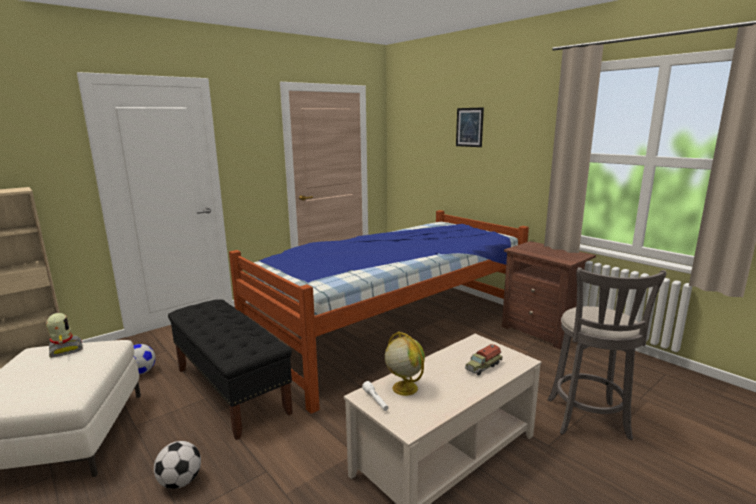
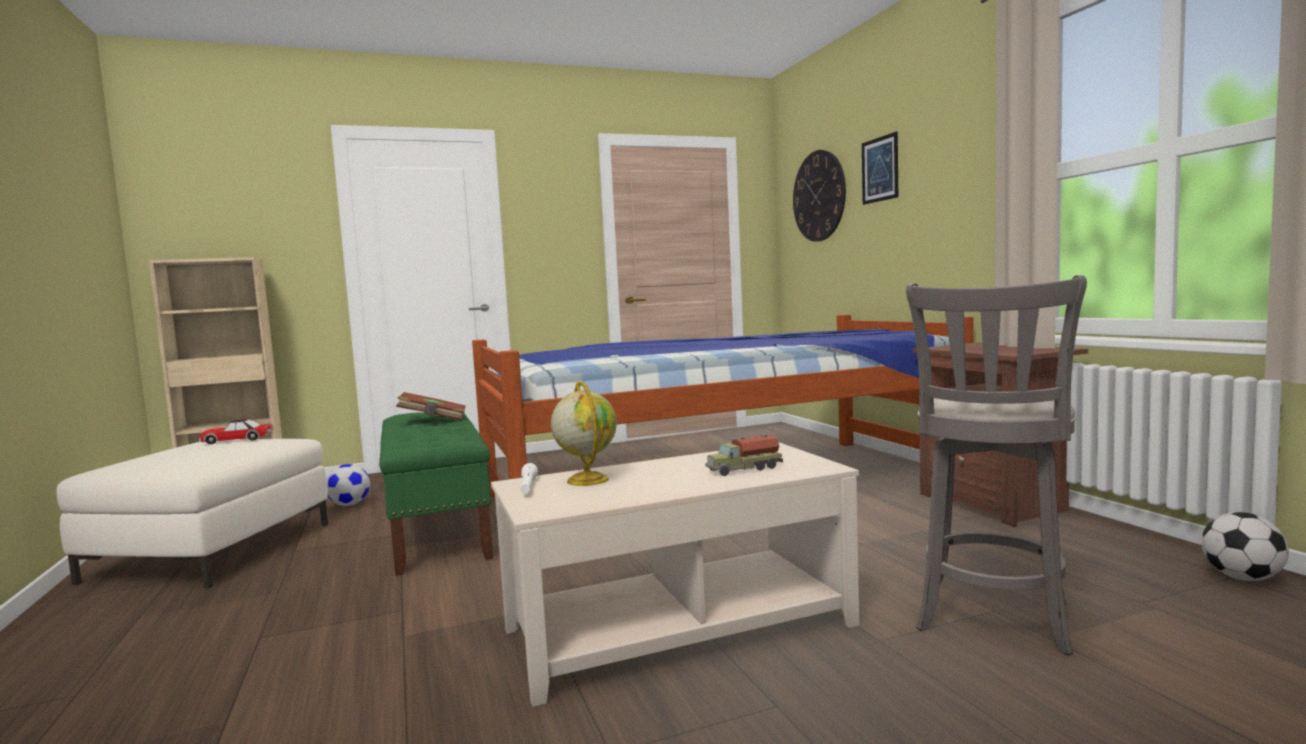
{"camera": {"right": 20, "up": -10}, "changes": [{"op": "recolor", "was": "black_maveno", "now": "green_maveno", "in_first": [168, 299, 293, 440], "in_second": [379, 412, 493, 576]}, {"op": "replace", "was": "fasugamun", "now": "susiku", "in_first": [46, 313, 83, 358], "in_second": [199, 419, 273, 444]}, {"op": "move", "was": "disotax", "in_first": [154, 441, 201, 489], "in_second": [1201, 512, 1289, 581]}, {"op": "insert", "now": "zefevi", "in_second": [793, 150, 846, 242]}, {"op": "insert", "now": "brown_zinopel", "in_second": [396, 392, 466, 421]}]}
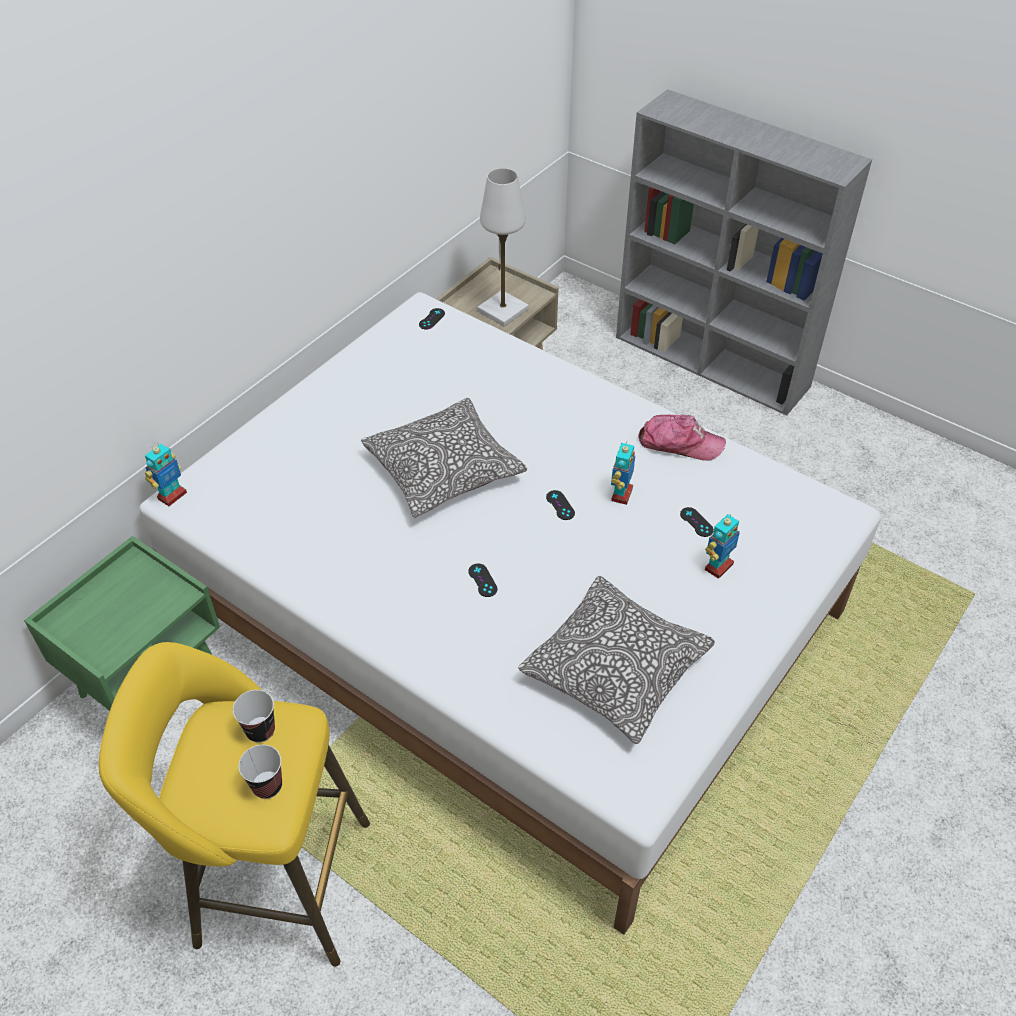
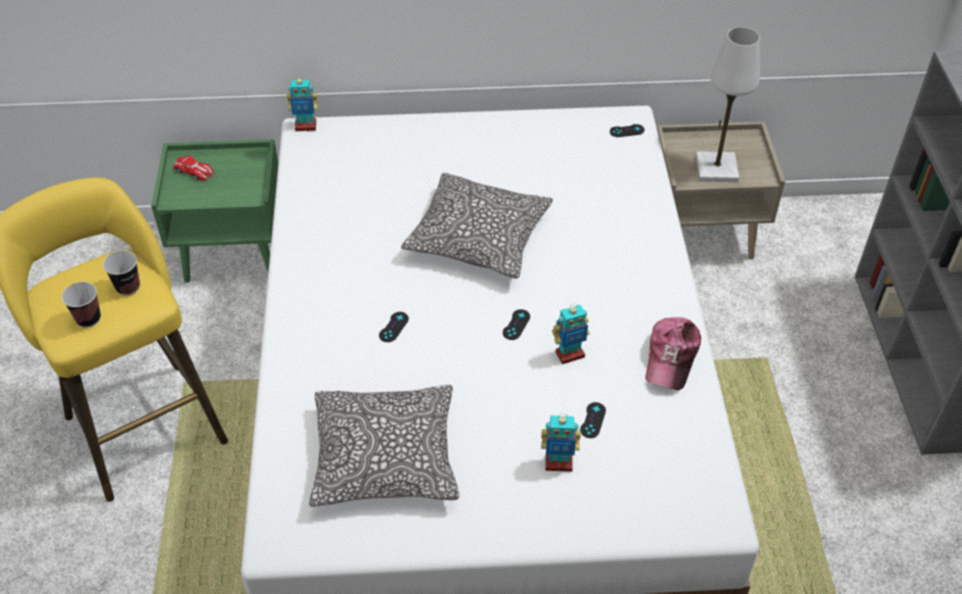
{"camera": {"right": 50, "up": 0}, "changes": [{"op": "rotate", "was": "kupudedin", "in_first": [638, 415, 726, 461], "in_second": [646, 317, 701, 390], "clockwise": 45}, {"op": "insert", "now": "susiku", "in_second": [172, 156, 214, 181]}]}
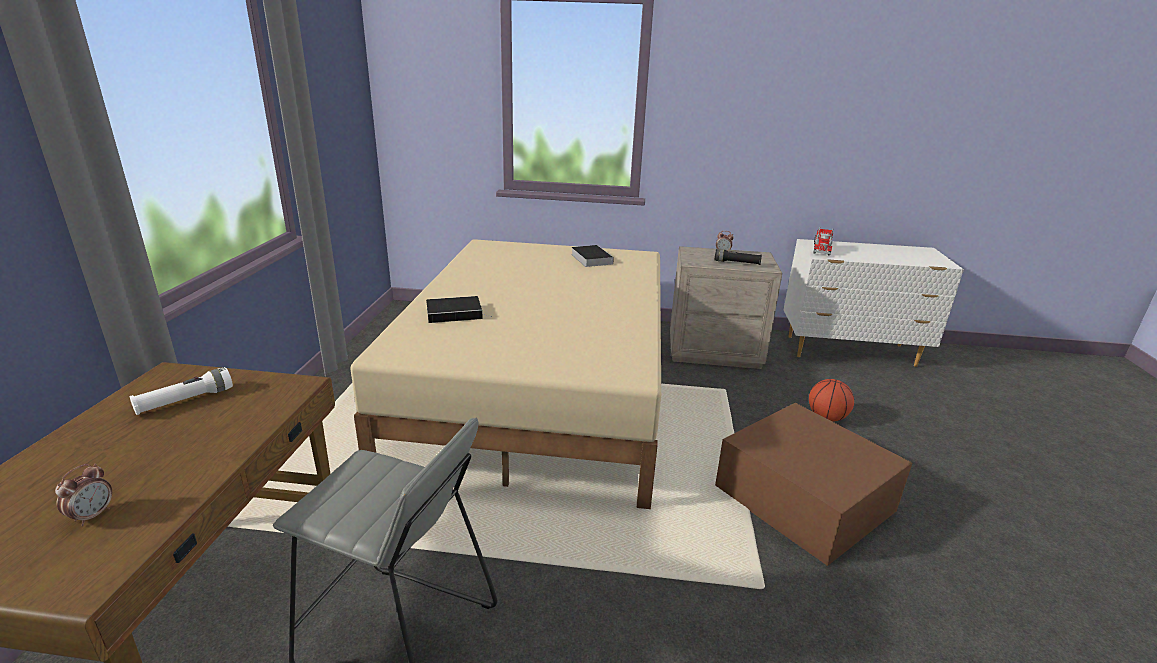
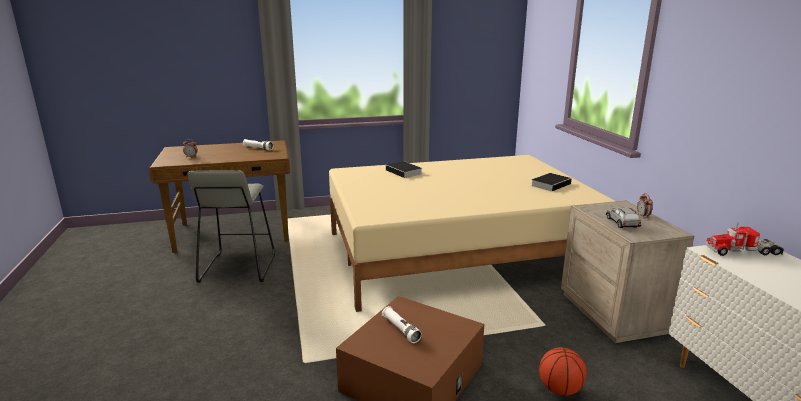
{"camera": {"right": 70, "up": -5}, "changes": [{"op": "replace", "was": "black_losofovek", "now": "grey_susiku", "in_first": [714, 249, 762, 265], "in_second": [606, 208, 641, 228]}, {"op": "insert", "now": "white_losofovek", "in_second": [382, 306, 422, 343]}]}
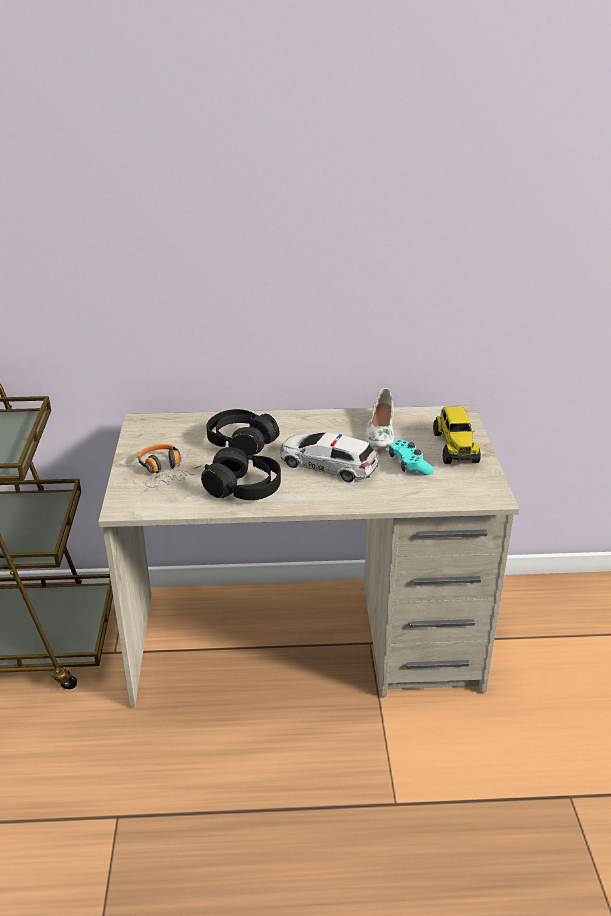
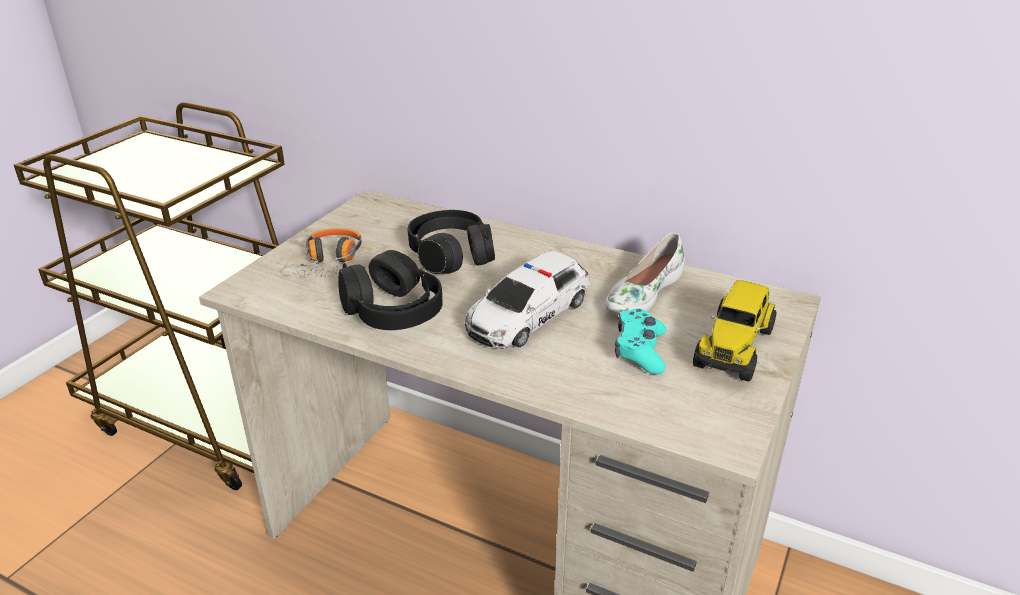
{"camera": {"right": 30, "up": 0}, "changes": [{"op": "rotate", "was": "susiku", "in_first": [280, 432, 379, 482], "in_second": [465, 251, 590, 349], "clockwise": -105}]}
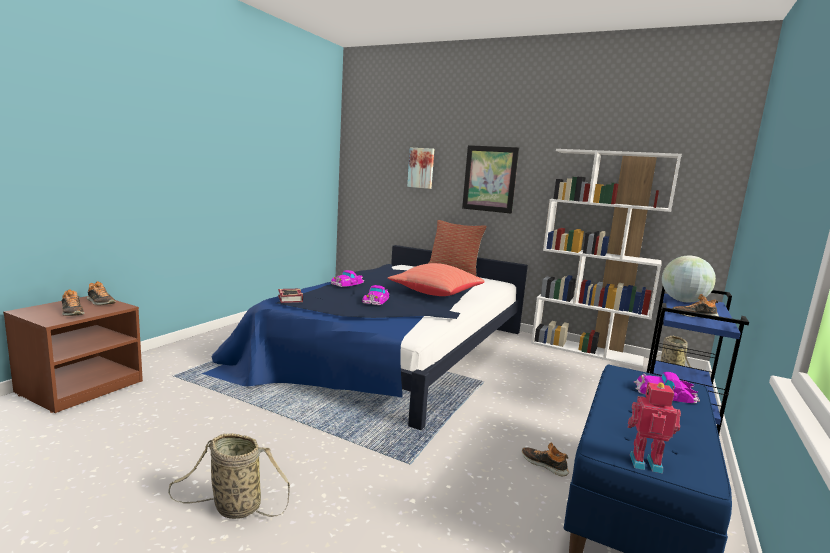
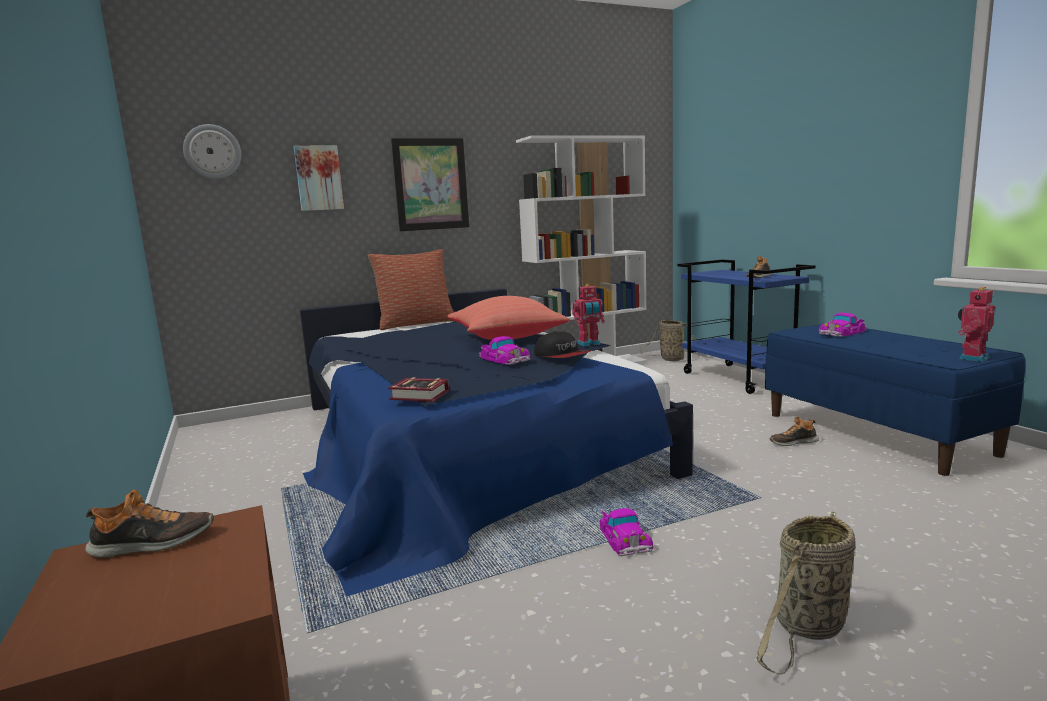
{"camera": {"right": -50, "up": 0}, "changes": [{"op": "delete", "was": "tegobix", "in_first": [662, 256, 716, 303]}, {"op": "move", "was": "susiku", "in_first": [331, 270, 364, 287], "in_second": [599, 508, 653, 556]}, {"op": "delete", "was": "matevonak", "in_first": [61, 289, 85, 316]}, {"op": "insert", "now": "zefevi", "in_second": [183, 124, 241, 179]}, {"op": "insert", "now": "fasugamun", "in_second": [572, 284, 605, 346]}, {"op": "insert", "now": "kupudedin", "in_second": [534, 331, 591, 358]}]}
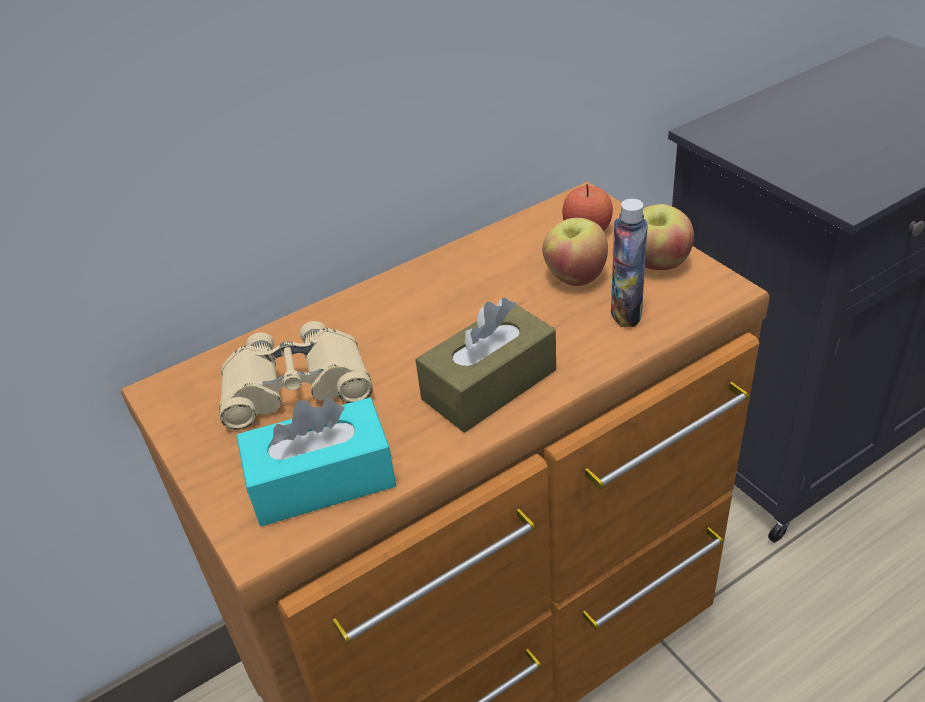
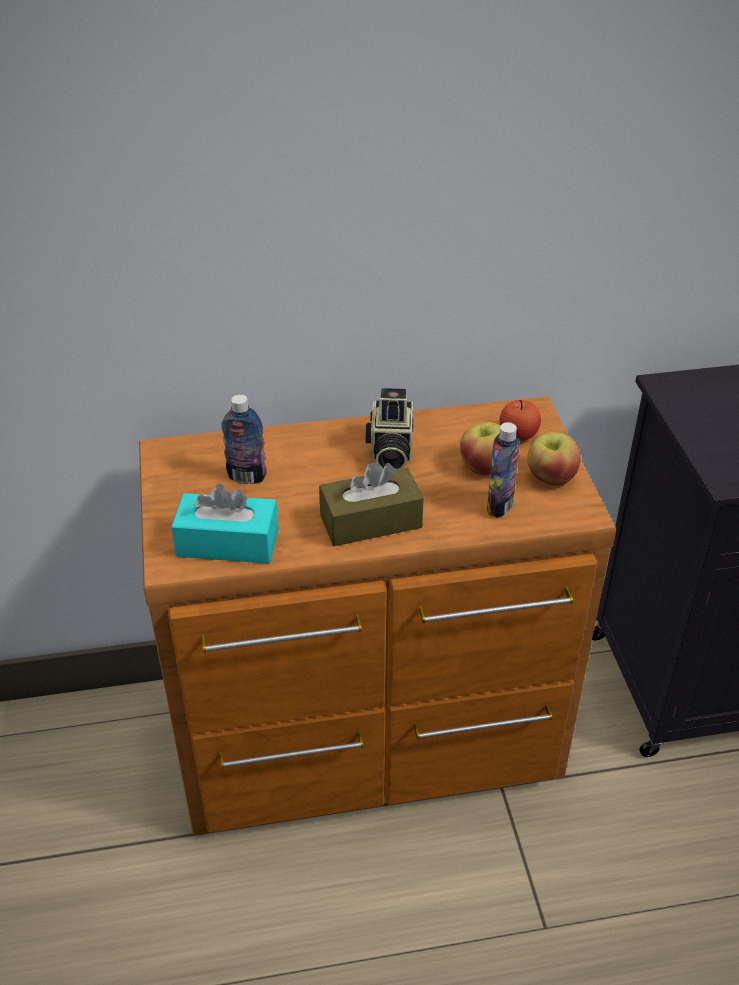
{"camera": {"right": 20, "up": 0}, "changes": [{"op": "replace", "was": "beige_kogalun", "now": "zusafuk", "in_first": [219, 321, 373, 430], "in_second": [221, 394, 267, 484]}, {"op": "insert", "now": "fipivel", "in_second": [366, 388, 414, 469]}]}
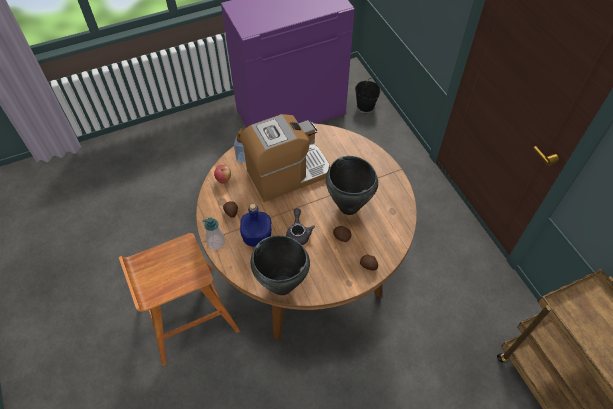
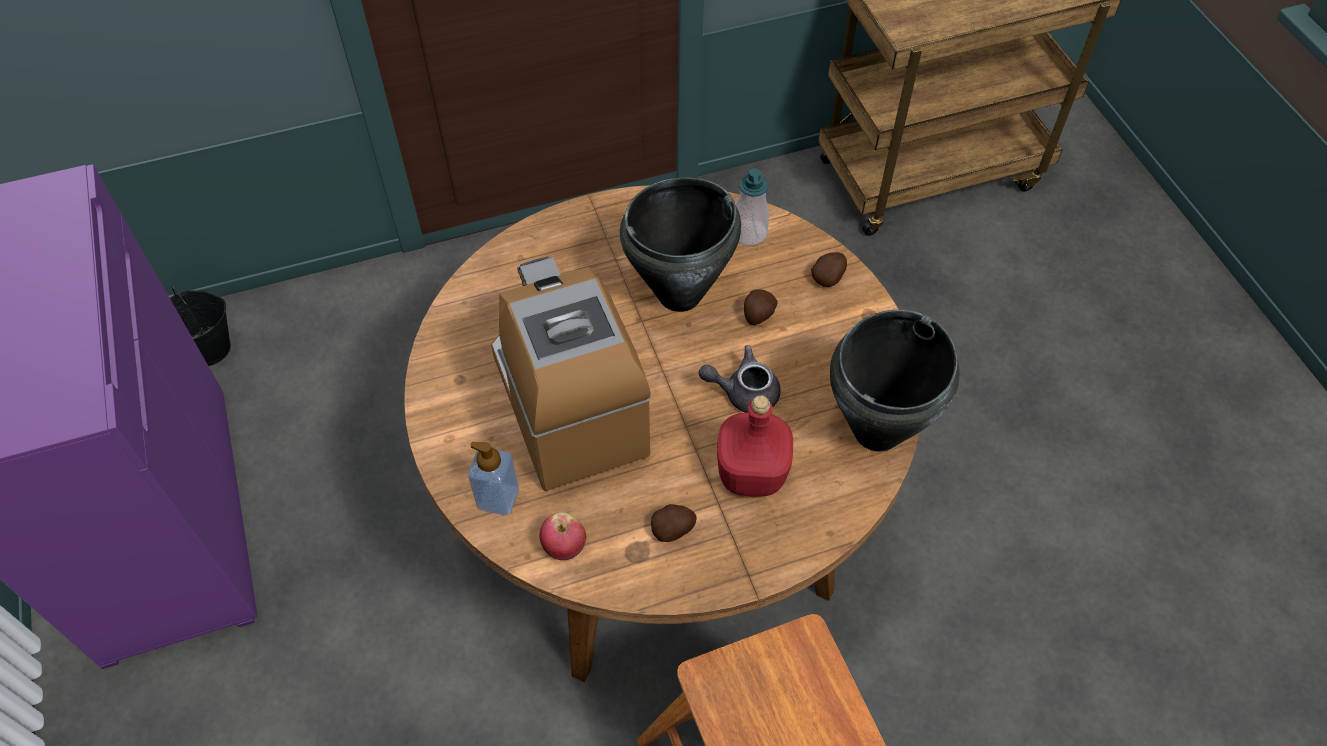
{"camera": {"right": -85, "up": 0}, "changes": [{"op": "recolor", "was": "blue_zusafuk", "now": "red_zusafuk", "in_first": [240, 204, 272, 247], "in_second": [717, 395, 793, 497]}, {"op": "move", "was": "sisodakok", "in_first": [202, 217, 225, 249], "in_second": [736, 168, 769, 246]}]}
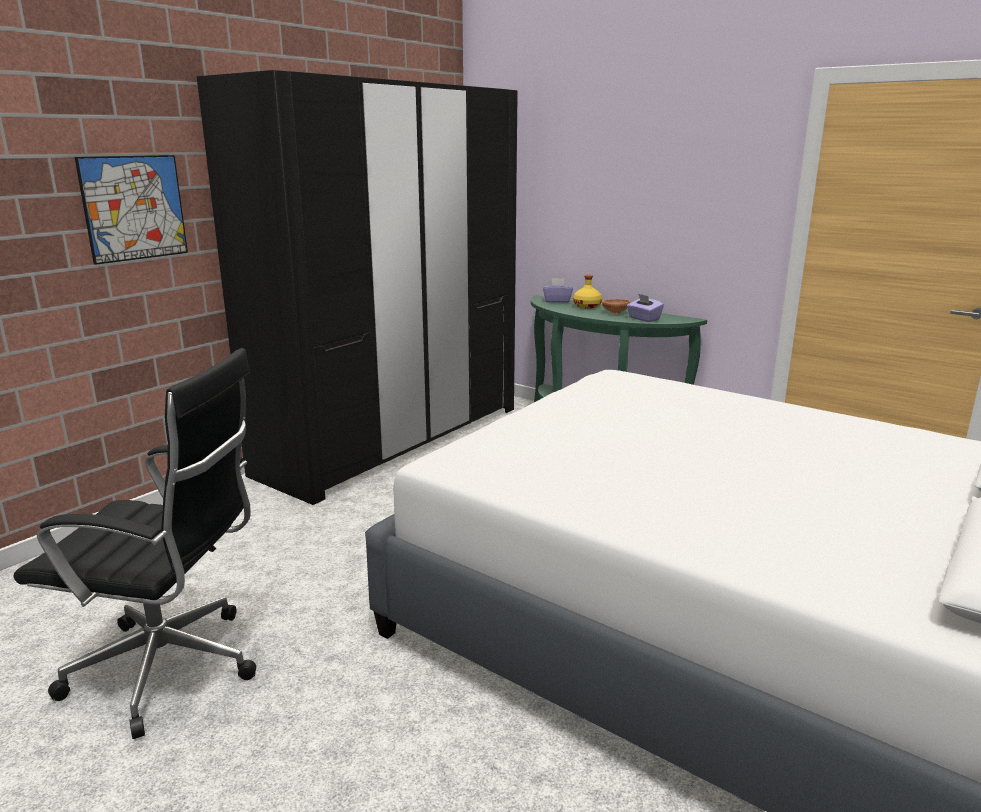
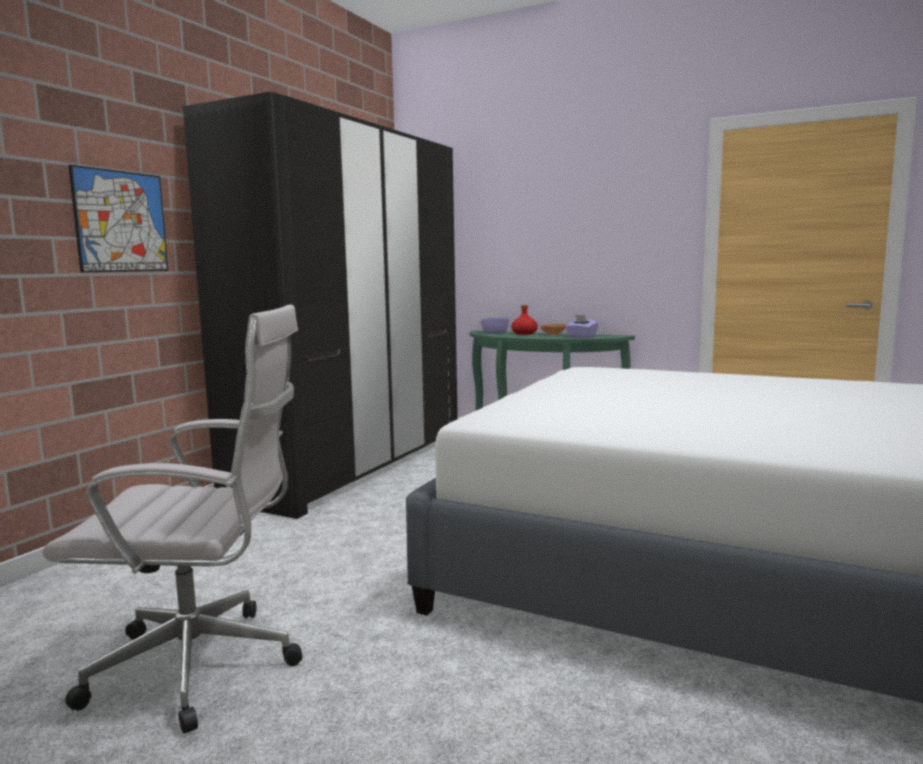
{"camera": {"right": -10, "up": -10}, "changes": [{"op": "recolor", "was": "yellow_zusafuk", "now": "red_zusafuk", "in_first": [573, 275, 602, 309], "in_second": [511, 305, 538, 334]}, {"op": "recolor", "was": "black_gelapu", "now": "white_gelapu", "in_first": [14, 348, 256, 739], "in_second": [43, 305, 302, 734]}]}
